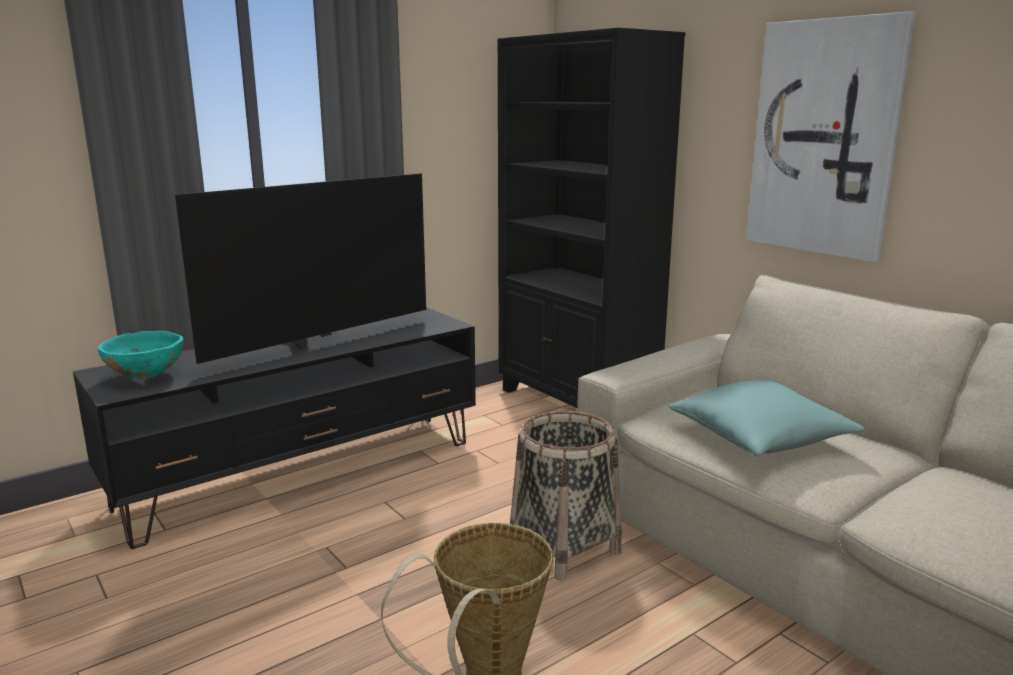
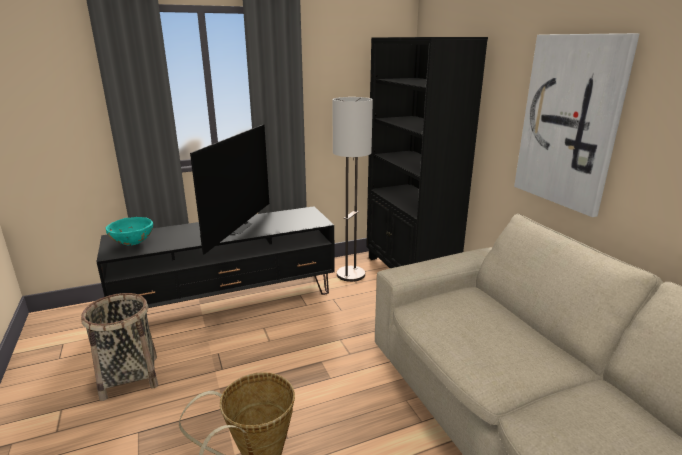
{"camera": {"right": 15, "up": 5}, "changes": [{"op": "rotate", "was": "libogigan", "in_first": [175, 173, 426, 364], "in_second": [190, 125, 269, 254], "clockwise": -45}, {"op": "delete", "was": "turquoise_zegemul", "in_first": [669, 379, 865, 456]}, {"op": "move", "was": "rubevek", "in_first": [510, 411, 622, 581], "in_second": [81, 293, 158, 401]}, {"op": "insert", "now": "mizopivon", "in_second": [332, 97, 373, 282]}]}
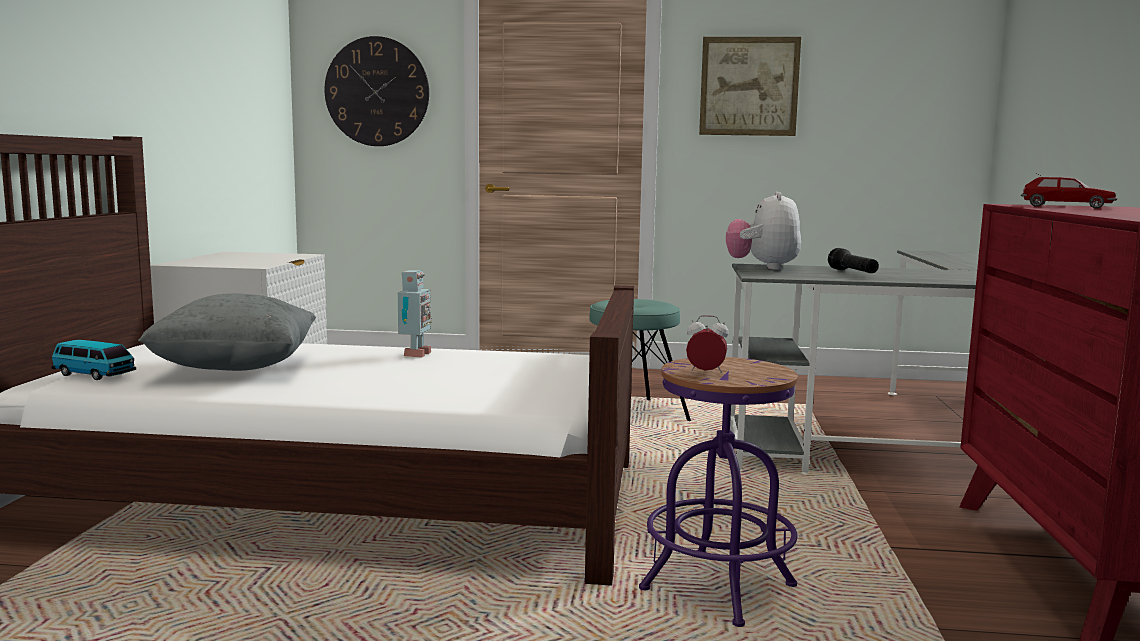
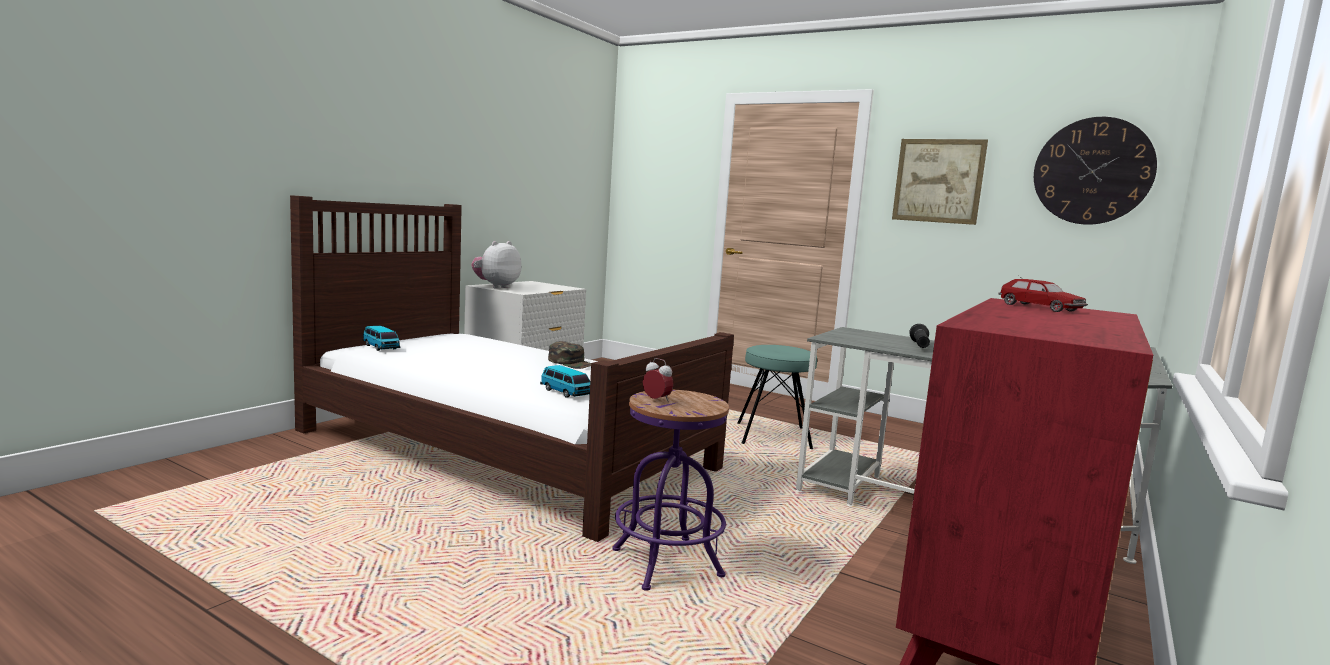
{"camera": {"right": 25, "up": 0}, "changes": [{"op": "move", "was": "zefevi", "in_first": [324, 36, 429, 146], "in_second": [1034, 117, 1157, 225]}, {"op": "move", "was": "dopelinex", "in_first": [726, 192, 801, 270], "in_second": [471, 241, 522, 289]}, {"op": "replace", "was": "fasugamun", "now": "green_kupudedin", "in_first": [398, 270, 432, 358], "in_second": [548, 341, 591, 369]}, {"op": "delete", "was": "grey_zegemul", "in_first": [138, 293, 316, 371]}, {"op": "insert", "now": "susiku", "in_second": [540, 365, 590, 398]}]}
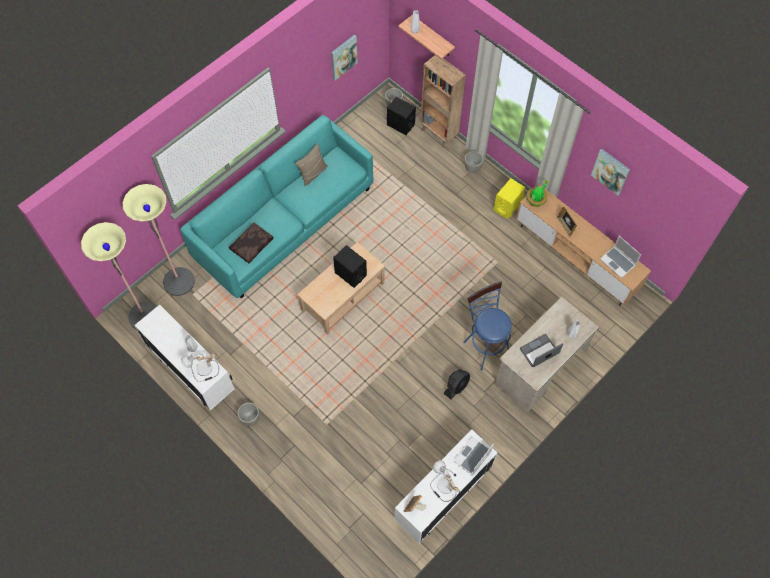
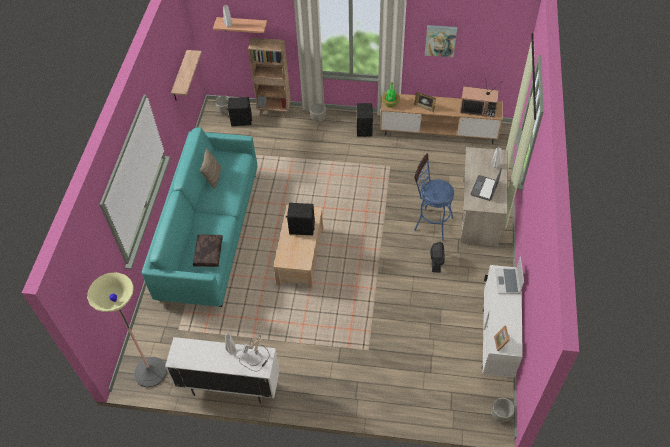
{"camera": {"right": -35, "up": -10}, "changes": [{"op": "replace", "was": "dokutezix", "now": "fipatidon", "in_first": [331, 34, 358, 80], "in_second": [171, 50, 202, 100]}, {"op": "recolor", "was": "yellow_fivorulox", "now": "black_fivorulox", "in_first": [494, 178, 525, 219], "in_second": [357, 103, 373, 137]}, {"op": "delete", "was": "mizopivon", "in_first": [122, 184, 195, 296]}, {"op": "replace", "was": "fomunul", "now": "libogigan", "in_first": [600, 236, 641, 278], "in_second": [460, 79, 500, 117]}, {"op": "move", "was": "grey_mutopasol", "in_first": [238, 403, 260, 426], "in_second": [492, 398, 515, 423]}, {"op": "delete", "was": "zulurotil", "in_first": [430, 460, 460, 502]}]}
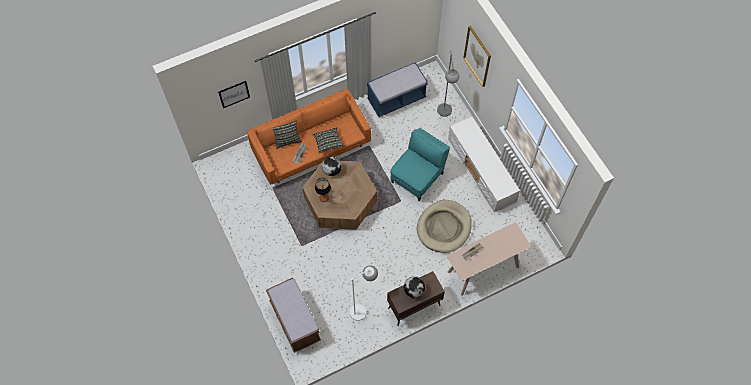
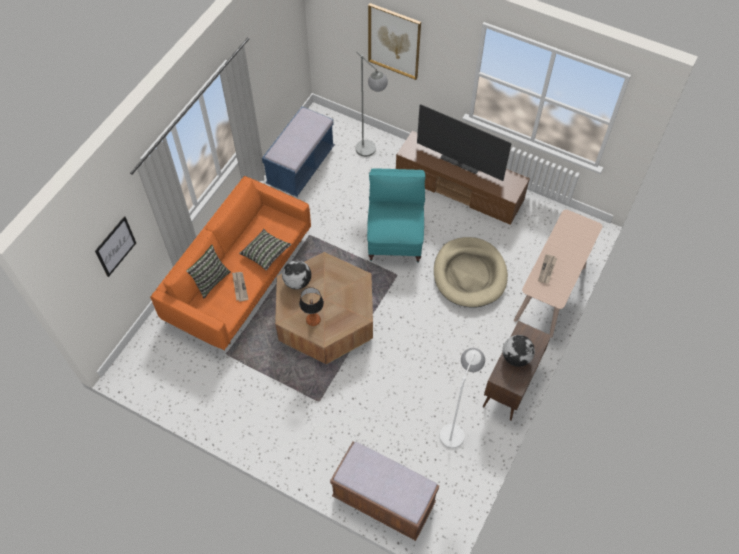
{"camera": {"right": -35, "up": -5}, "changes": [{"op": "recolor", "was": "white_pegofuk", "now": "brown_pegofuk", "in_first": [448, 117, 520, 212], "in_second": [396, 131, 530, 225]}, {"op": "insert", "now": "libogigan", "in_second": [417, 104, 512, 181]}]}
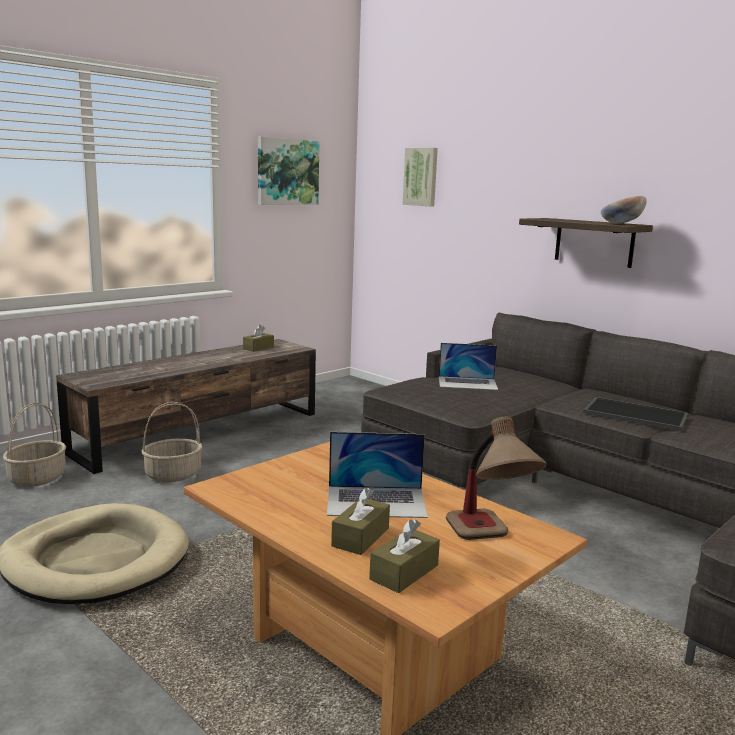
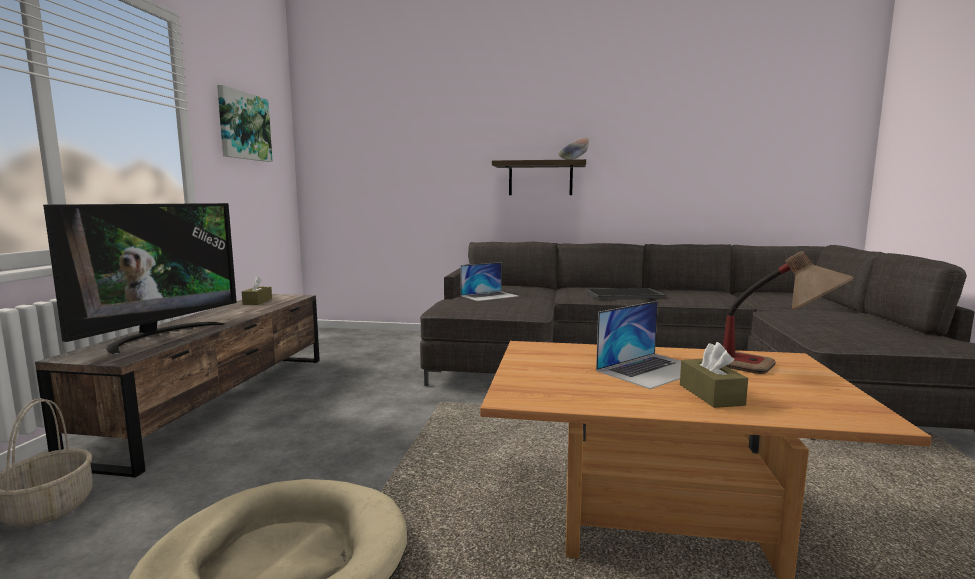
{"camera": {"right": -35, "up": -5}, "changes": [{"op": "delete", "was": "dokutezix", "in_first": [402, 148, 438, 206]}, {"op": "delete", "was": "rubevek", "in_first": [142, 402, 203, 482]}, {"op": "delete", "was": "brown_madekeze", "in_first": [369, 519, 440, 593]}, {"op": "insert", "now": "libogigan", "in_second": [43, 203, 237, 354]}]}
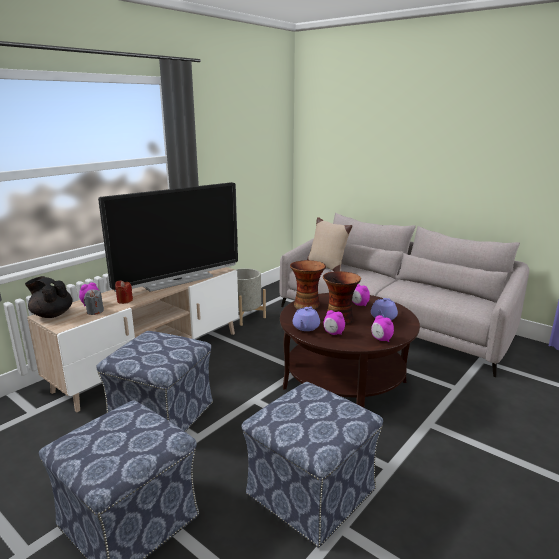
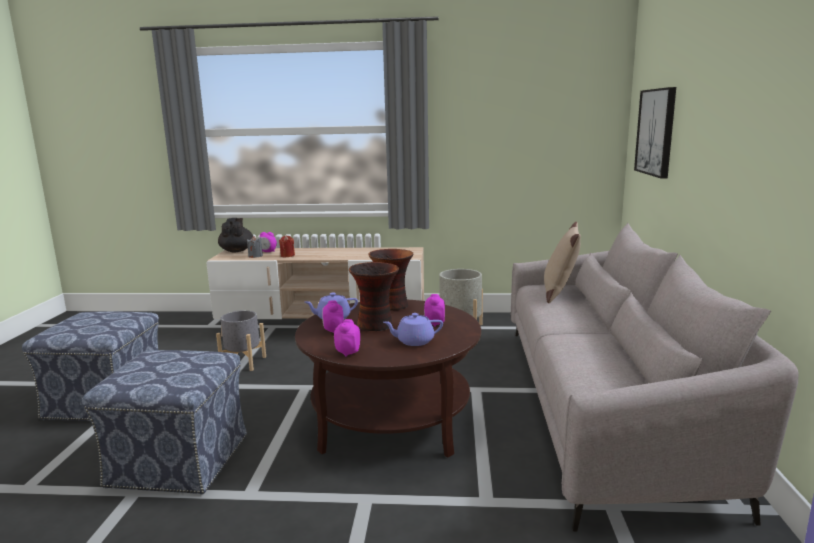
{"camera": {"right": 55, "up": -5}, "changes": [{"op": "delete", "was": "libogigan", "in_first": [98, 182, 238, 292]}, {"op": "replace", "was": "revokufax", "now": "grey_mutopasol", "in_first": [97, 331, 213, 432], "in_second": [216, 310, 266, 371]}, {"op": "insert", "now": "dokutezix", "in_second": [634, 87, 676, 179]}]}
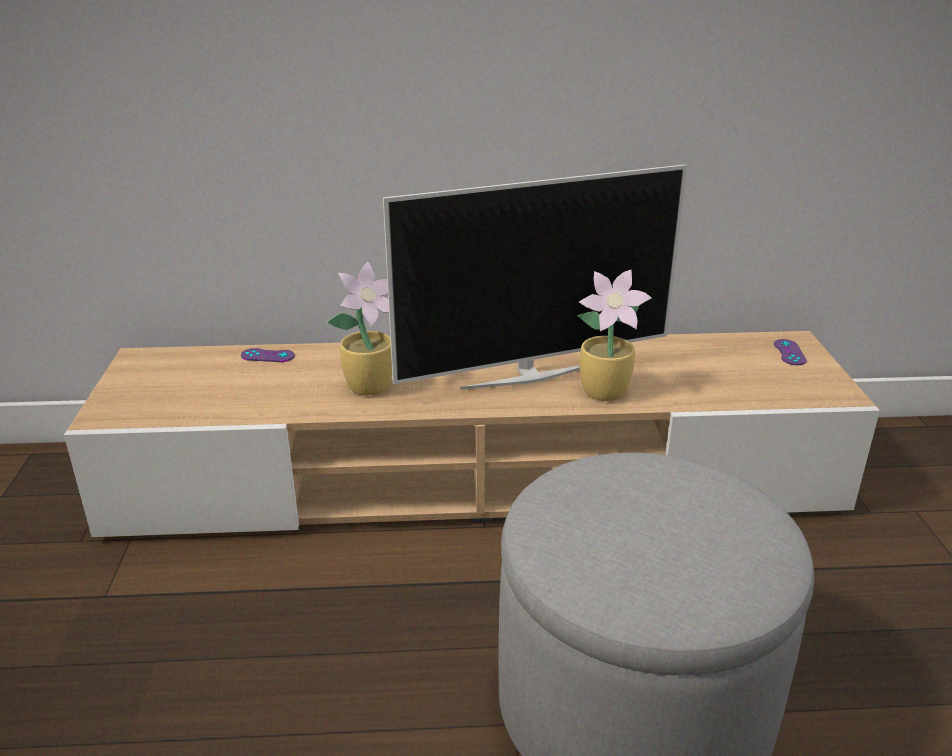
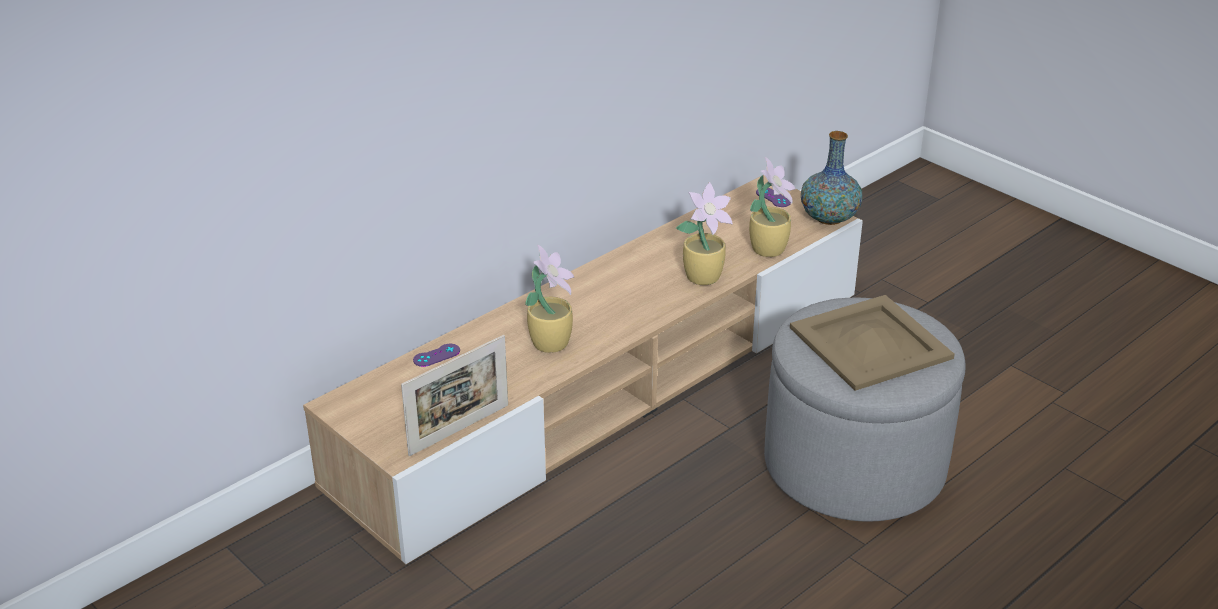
{"camera": {"right": -40, "up": 5}, "changes": [{"op": "delete", "was": "libogigan", "in_first": [383, 164, 687, 390]}, {"op": "insert", "now": "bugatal", "in_second": [801, 131, 862, 225]}, {"op": "insert", "now": "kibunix", "in_second": [749, 157, 796, 257]}, {"op": "insert", "now": "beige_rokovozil", "in_second": [790, 295, 955, 391]}, {"op": "insert", "now": "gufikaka", "in_second": [401, 335, 508, 456]}]}
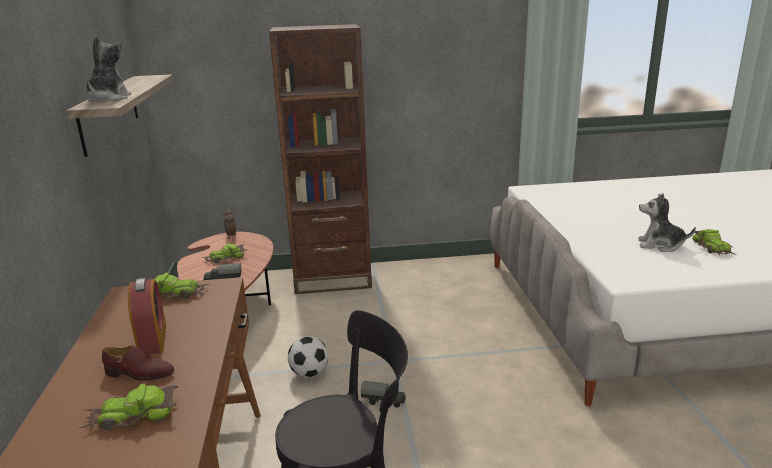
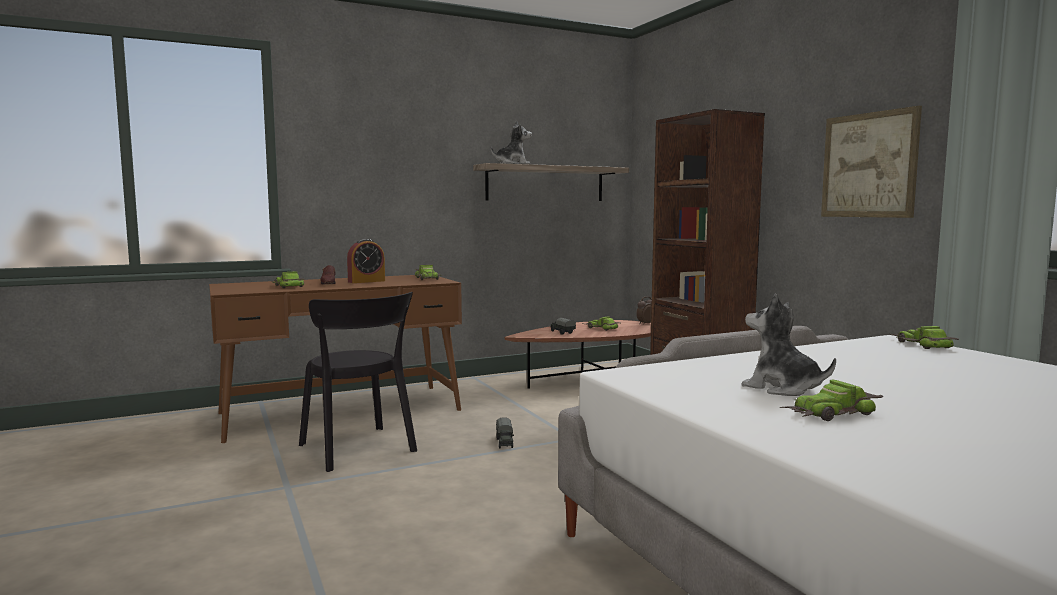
{"camera": {"right": 70, "up": -15}, "changes": [{"op": "rotate", "was": "dopelinex", "in_first": [638, 193, 696, 252], "in_second": [742, 294, 836, 396], "clockwise": -45}, {"op": "delete", "was": "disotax", "in_first": [288, 336, 328, 377]}, {"op": "insert", "now": "dokutezix", "in_second": [821, 106, 922, 218]}, {"op": "insert", "now": "susiku", "in_second": [891, 326, 959, 349]}]}
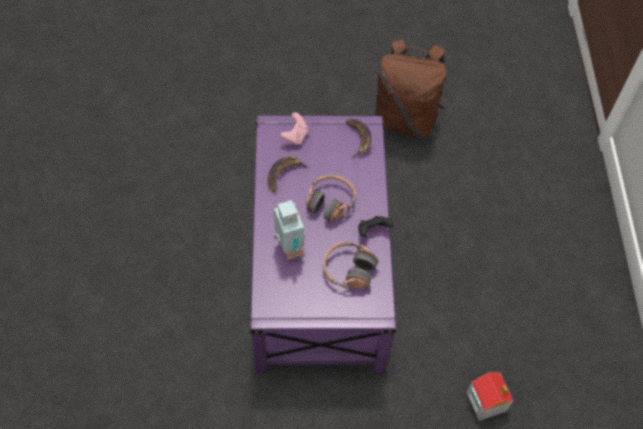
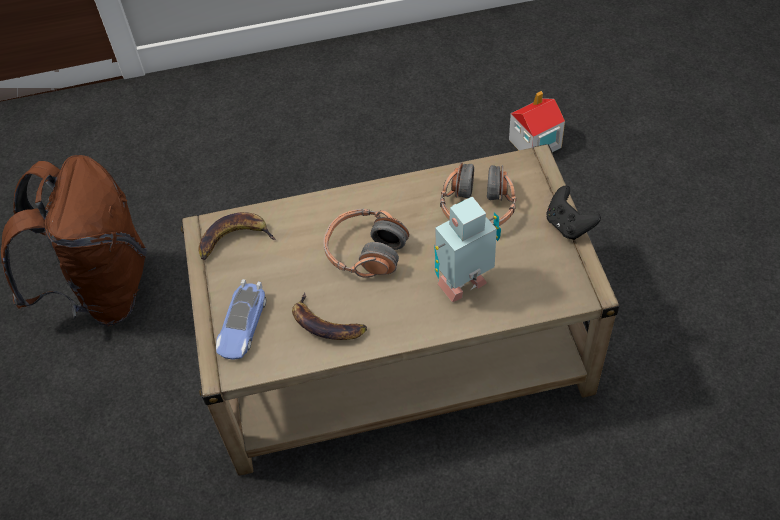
{"camera": {"right": -95, "up": -5}, "changes": [{"op": "replace", "was": "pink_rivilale", "now": "susiku", "in_first": [280, 112, 308, 145], "in_second": [216, 279, 266, 360]}, {"op": "recolor", "was": "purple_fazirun", "now": "beige_fazirun", "in_first": [248, 115, 398, 373], "in_second": [181, 144, 620, 476]}, {"op": "move", "was": "black_rivilale", "in_first": [358, 216, 394, 237], "in_second": [547, 185, 601, 240]}]}
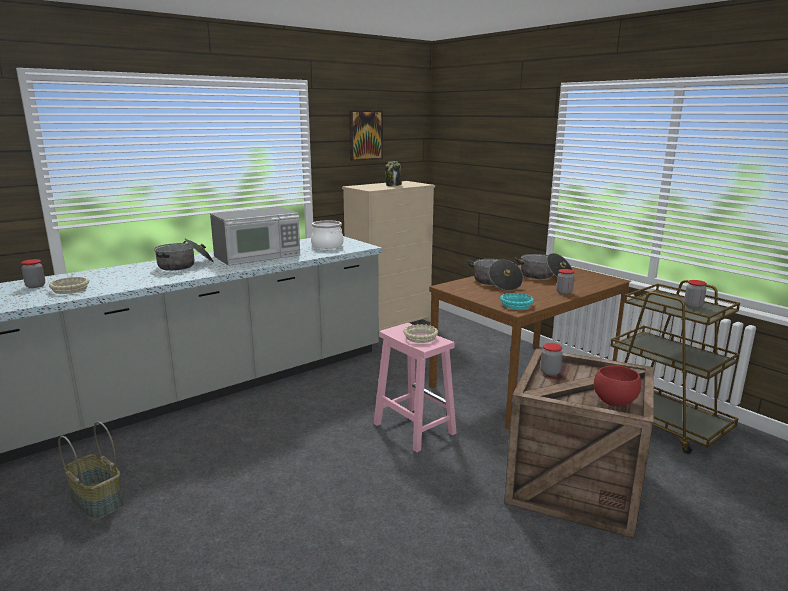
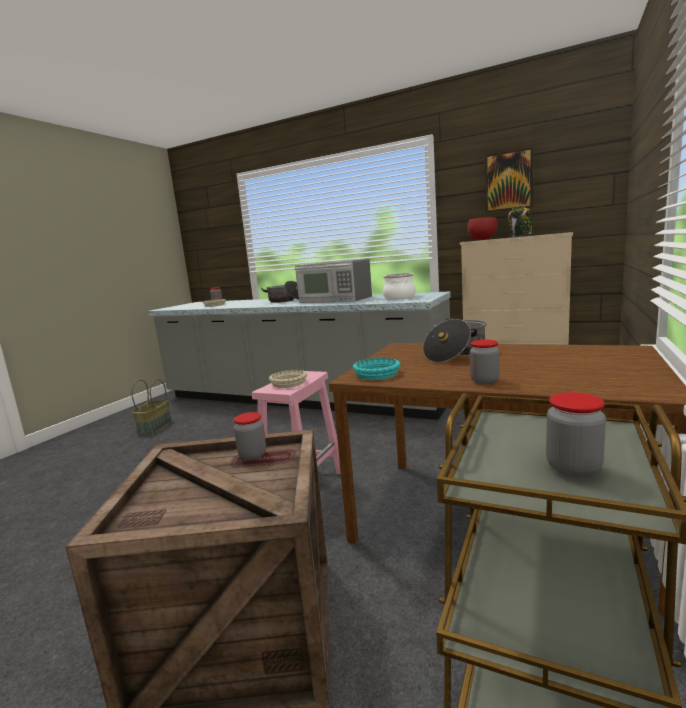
{"camera": {"right": 65, "up": -5}, "changes": [{"op": "delete", "was": "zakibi", "in_first": [515, 253, 574, 279]}, {"op": "move", "was": "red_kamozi", "in_first": [594, 365, 641, 406], "in_second": [467, 217, 497, 240]}]}
